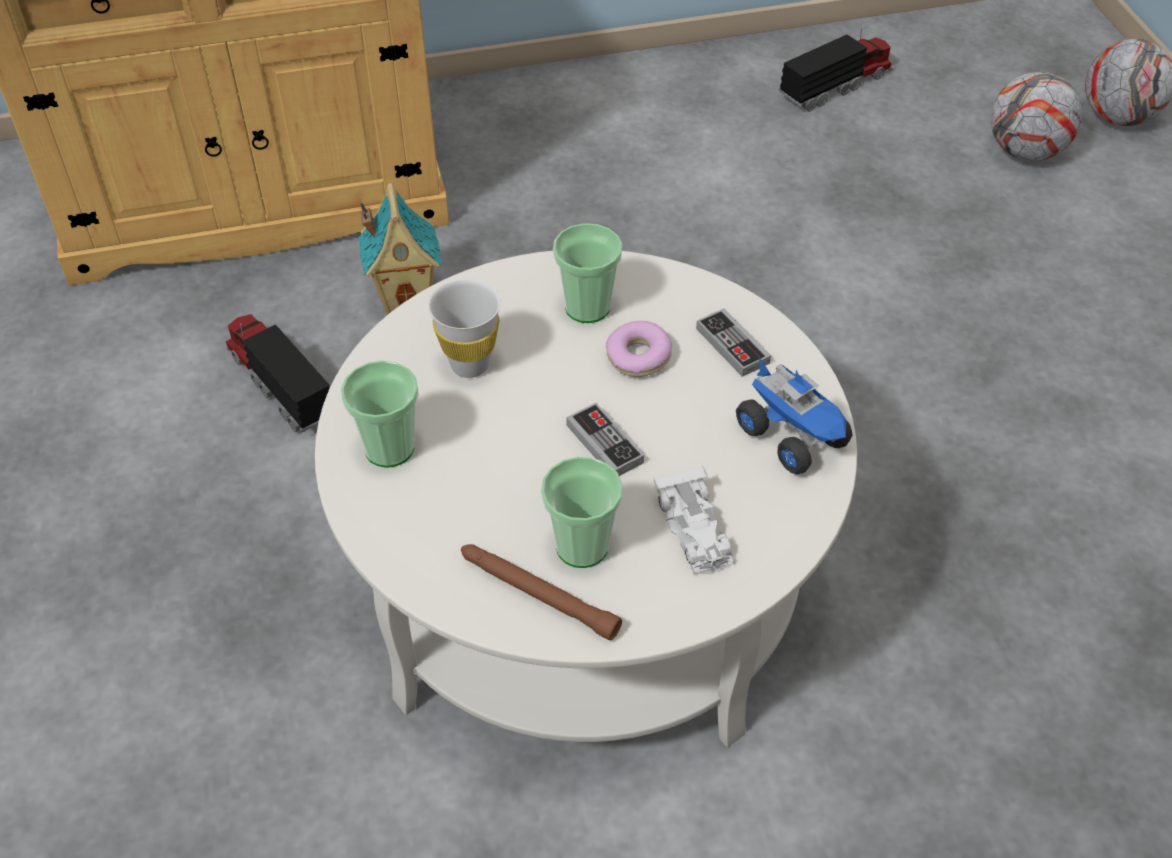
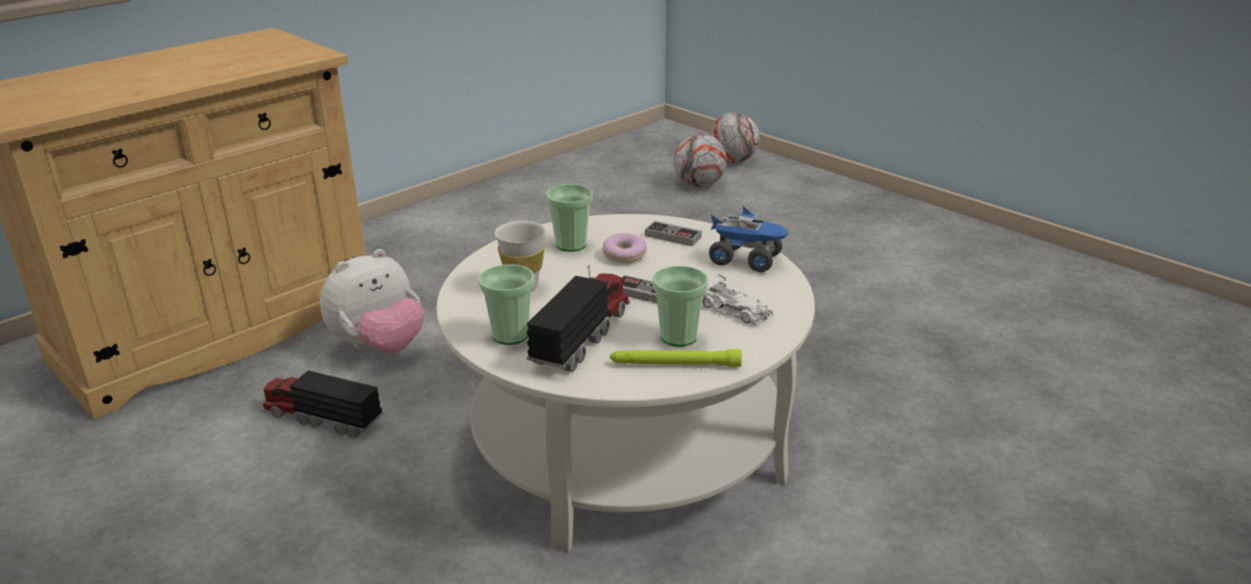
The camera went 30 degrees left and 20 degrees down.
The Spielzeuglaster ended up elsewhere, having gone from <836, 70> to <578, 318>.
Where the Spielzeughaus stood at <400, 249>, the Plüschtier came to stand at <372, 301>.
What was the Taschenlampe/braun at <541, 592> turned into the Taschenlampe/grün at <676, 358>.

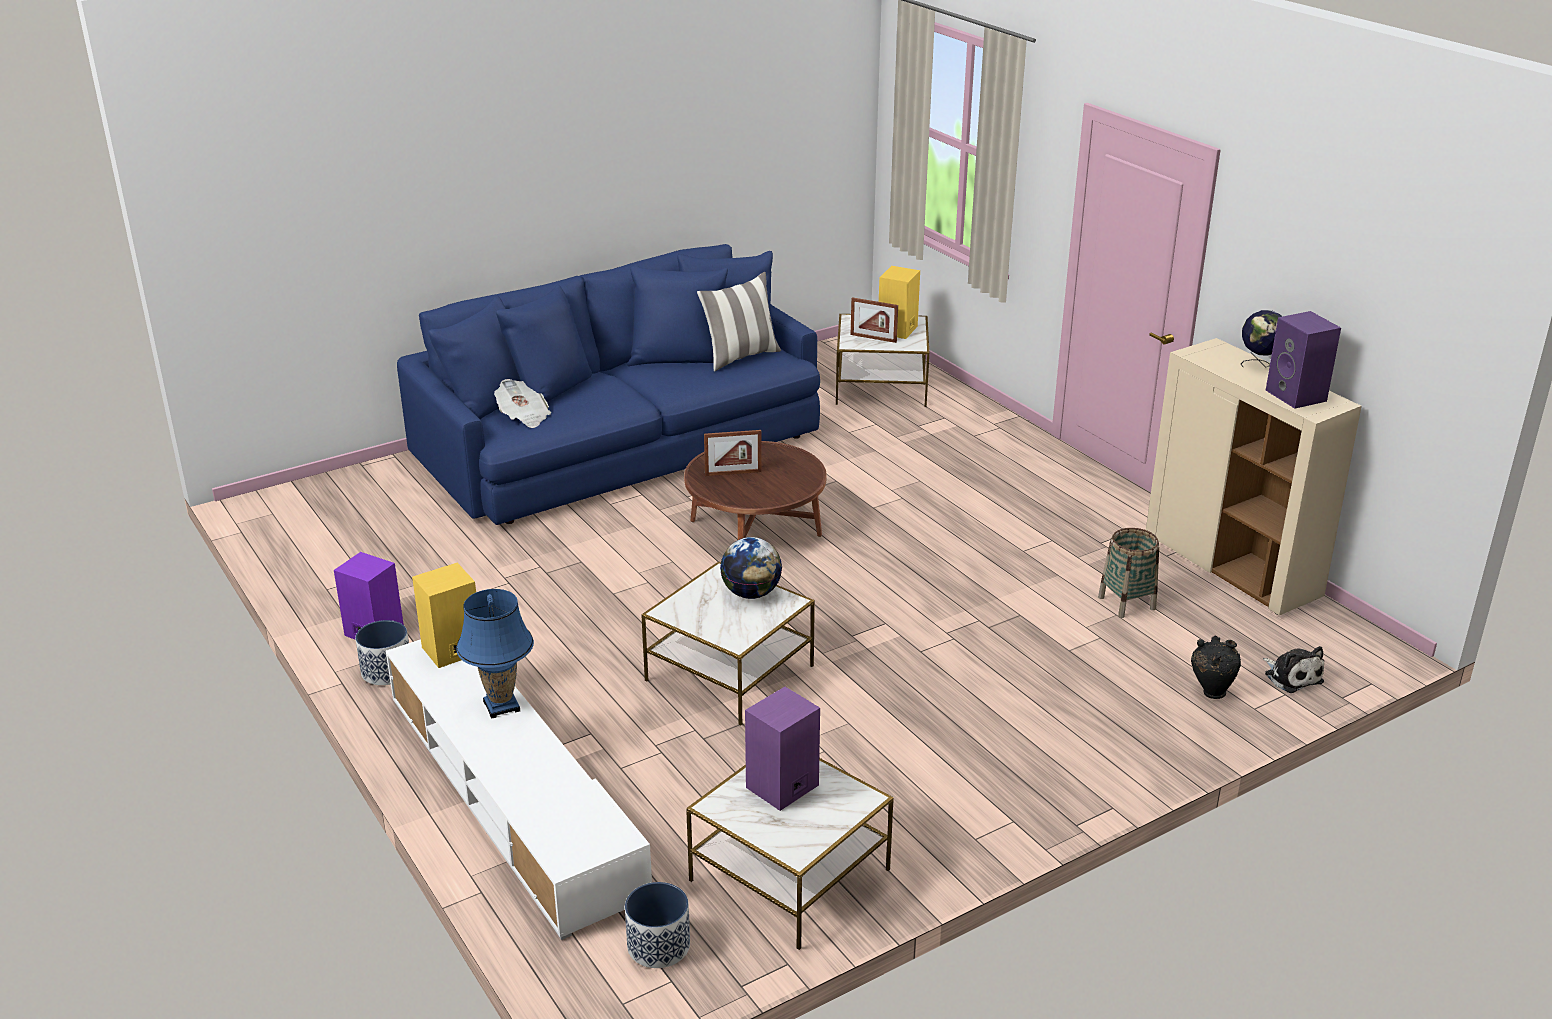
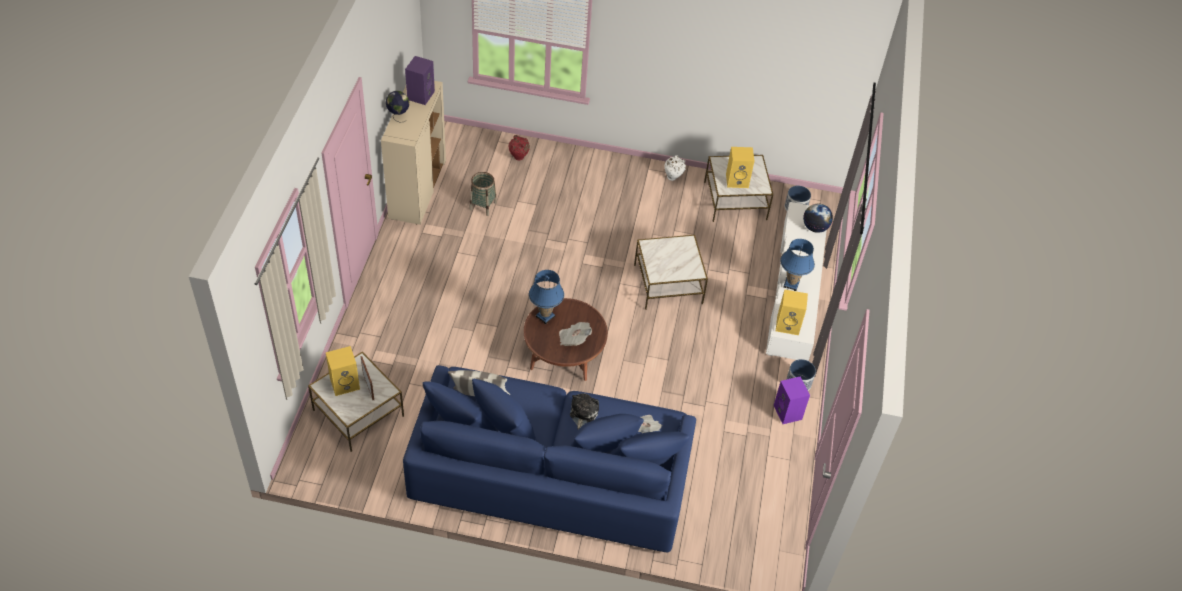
The camera went 140 degrees left and 20 degrees up.
Where the Bilderrahmen stood at <733, 453>, the Zeitung came to stand at <575, 334>.
The Globus ended up elsewhere, having gone from <751, 568> to <818, 218>.
What was the Vase/schwarz at <1216, 667> turned into the Vase/rot at <519, 147>.
The Plüschtier ended up elsewhere, having gone from <1293, 669> to <584, 411>.
What was the Lautsprecher/lila at <782, 749> turned into the Lautsprecher/gelb at <740, 167>.
The second view gained the Vase/weiß at <675, 168>.
The second view gained the Tischlampe/blau at <546, 297>.

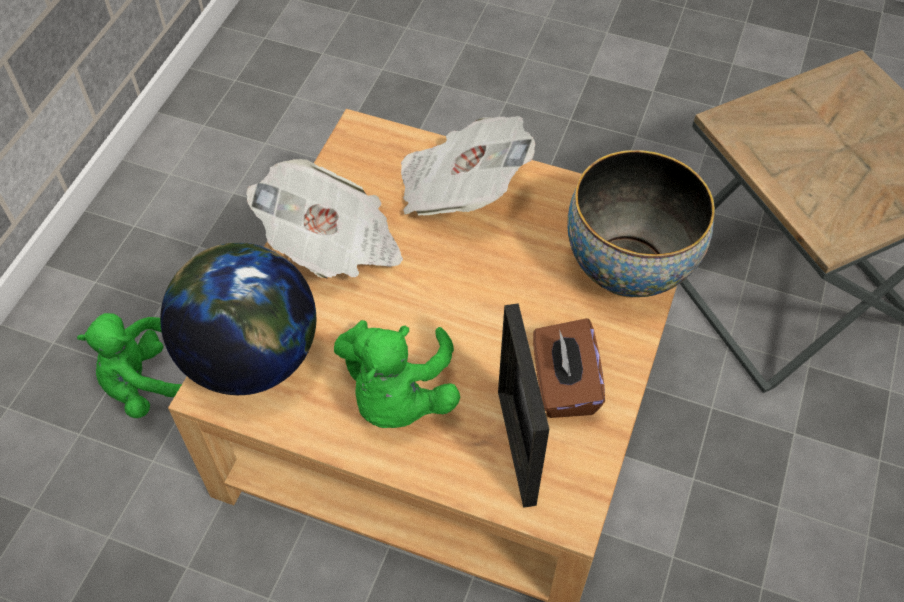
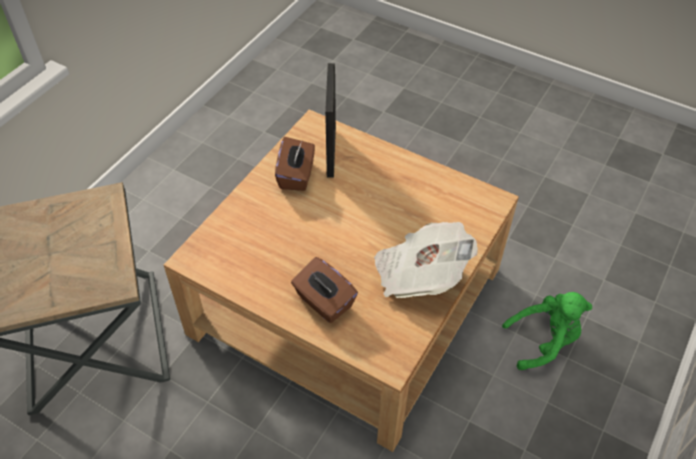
The camera went 170 degrees left and 5 degrees down.
Where the Zeitung stood at <468, 166>, the Taschentuchbox/braun came to stand at <324, 290>.
The second view lost the Schüssel at <641, 223>.
The second view lost the Globus at <238, 318>.
The second view lost the Plüschtier/grün at <397, 374>.

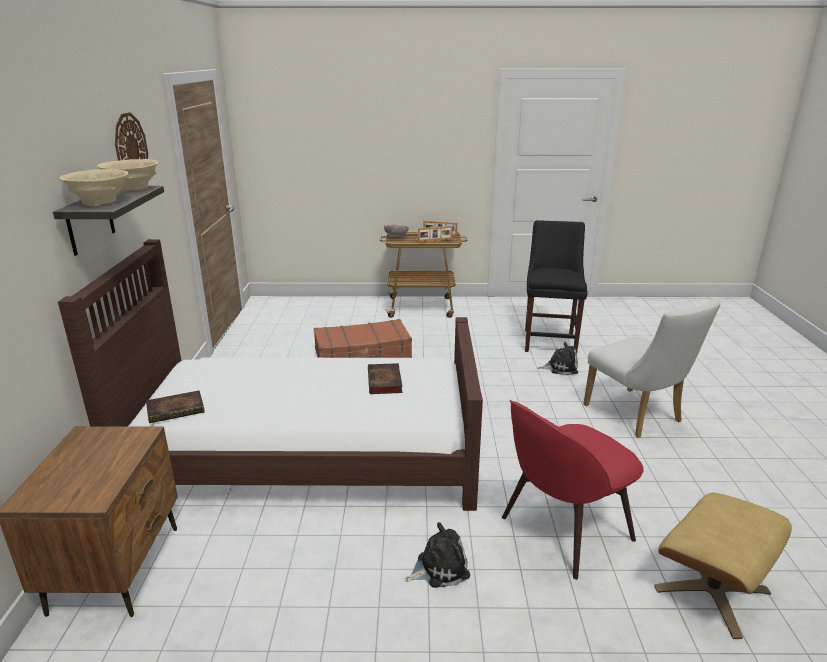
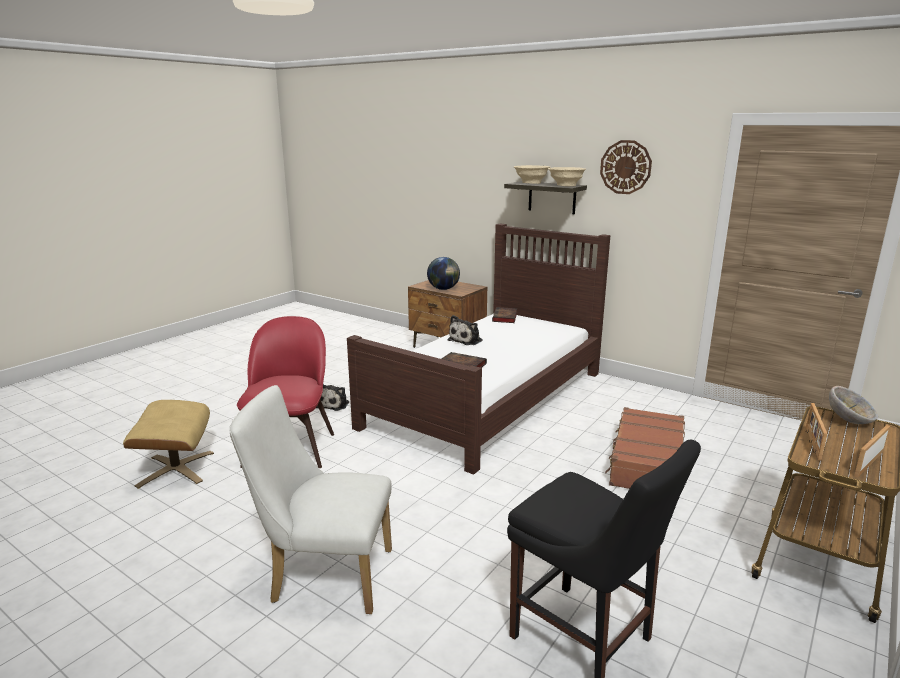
The camera went 125 degrees right and 5 degrees down.
The Plüschtier ended up elsewhere, having gone from <558, 358> to <465, 330>.
The second view gained the Globus at <443, 273>.

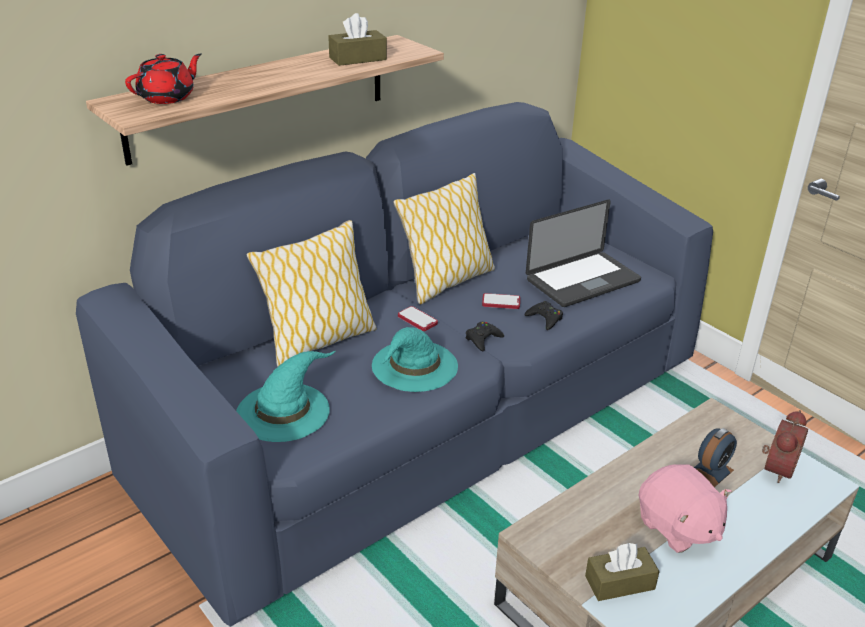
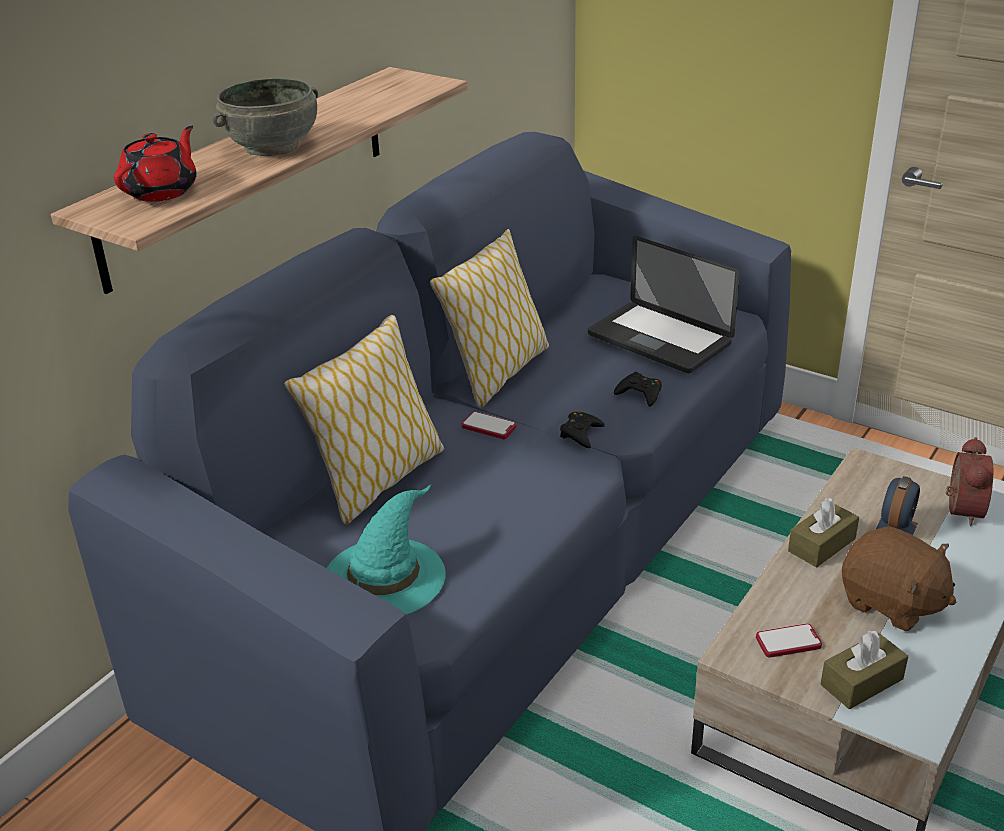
The camera went 15 degrees left and 0 degrees up.
The Taschentuchbox/braun ended up elsewhere, having gone from <357, 39> to <823, 533>.
The Laptop at <583, 253> ended up facing another way, 90 degrees clockwise from before.
The Handy ended up elsewhere, having gone from <501, 301> to <789, 640>.
The second view lost the Hut/türkis at <415, 359>.
What was the Plüschtier/rosa at <685, 508> turned into the Plüschtier/braun at <899, 578>.
The second view gained the Schüssel/grau at <265, 117>.

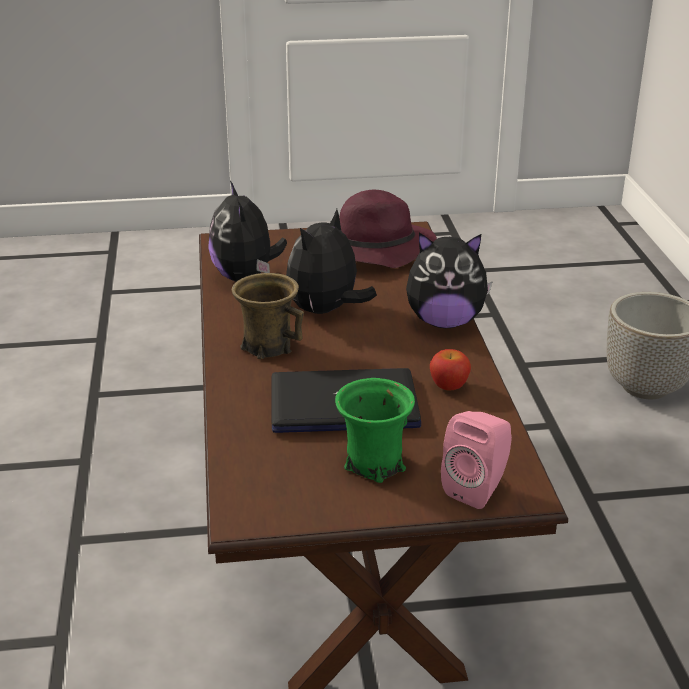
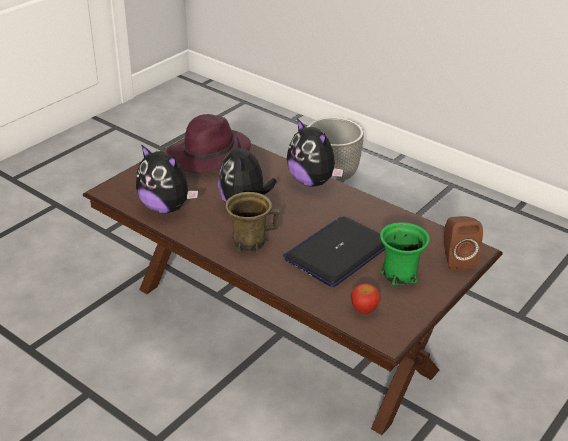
The camera went 45 degrees left and 5 degrees up.
The Plüschtier at <449, 280> ended up facing another way, 90 degrees clockwise from before.
The Apfel ended up elsewhere, having gone from <450, 370> to <366, 299>.
What was the Lautsprecher/rosa at <476, 460> turned into the Lautsprecher/braun at <463, 243>.

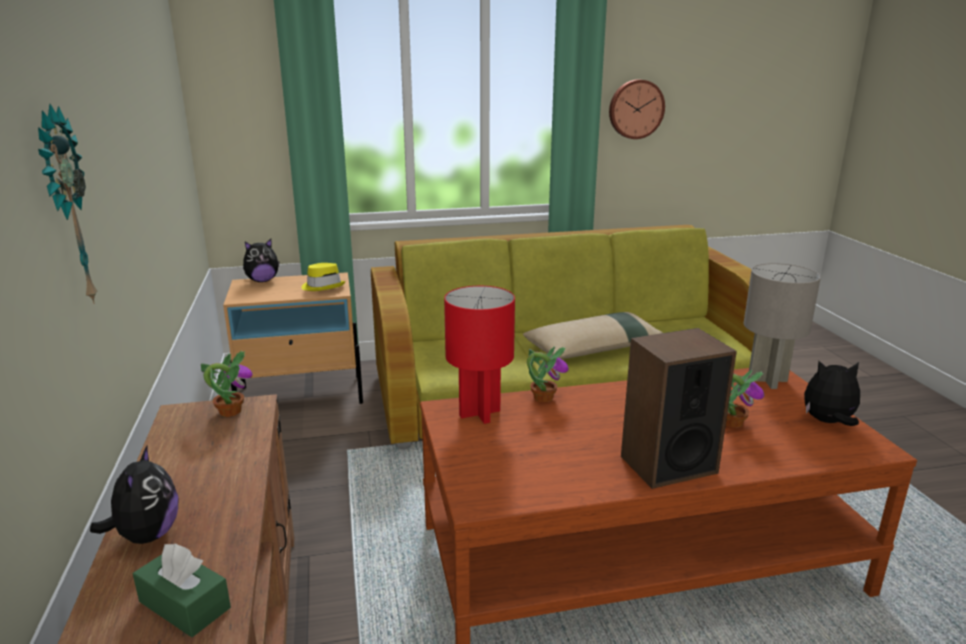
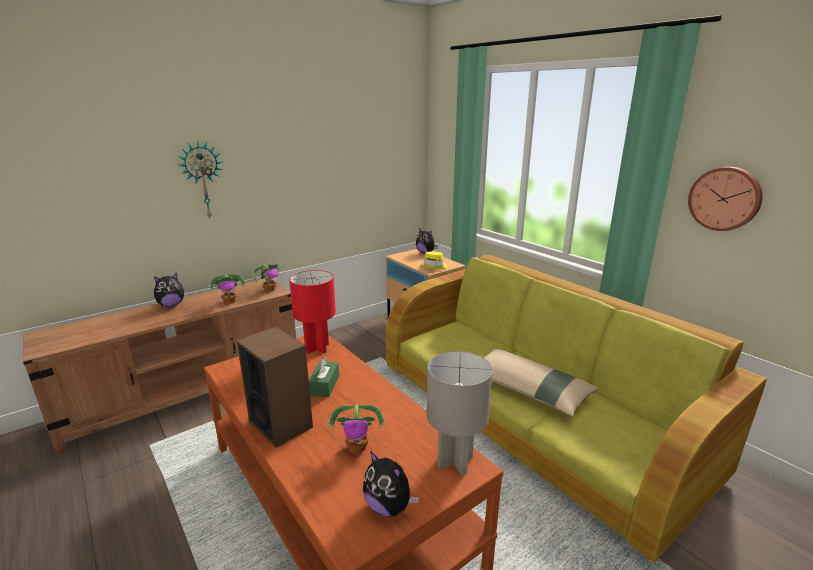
The camera went 65 degrees right and 0 degrees up.
The Topfpflanze ended up elsewhere, having gone from <548, 374> to <227, 289>.
The Plüschtier at <832, 393> ended up facing another way, 150 degrees clockwise from before.
The Taschentuchbox/grün ended up elsewhere, having gone from <182, 590> to <324, 376>.

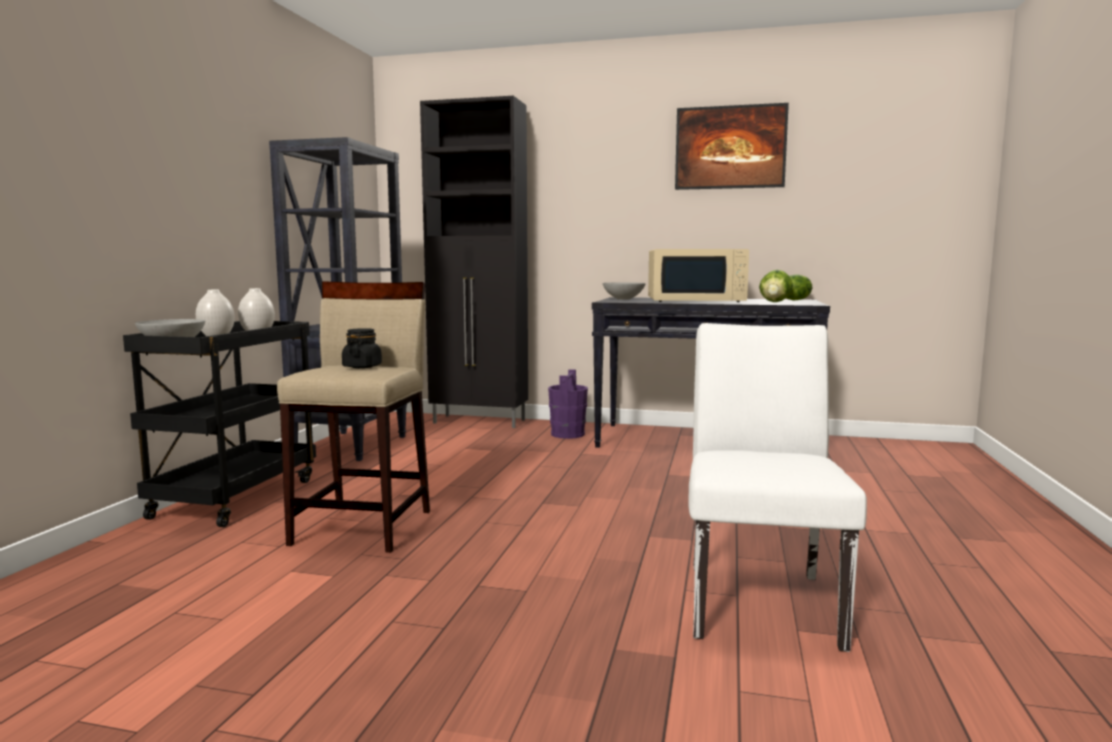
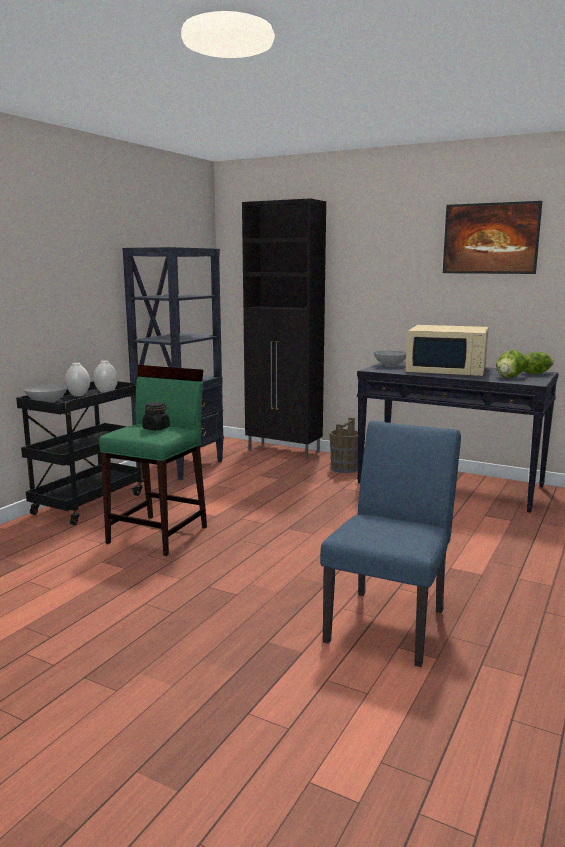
The camera went 15 degrees right and 5 degrees up.
What was the Hocker/beige at <353, 417> turned into the Hocker/grün at <153, 460>.
What was the Stuhl/weiß at <777, 487> turned into the Stuhl/blau at <390, 544>.
What was the Eimer/lila at <568, 404> turned into the Eimer/braun at <343, 445>.

